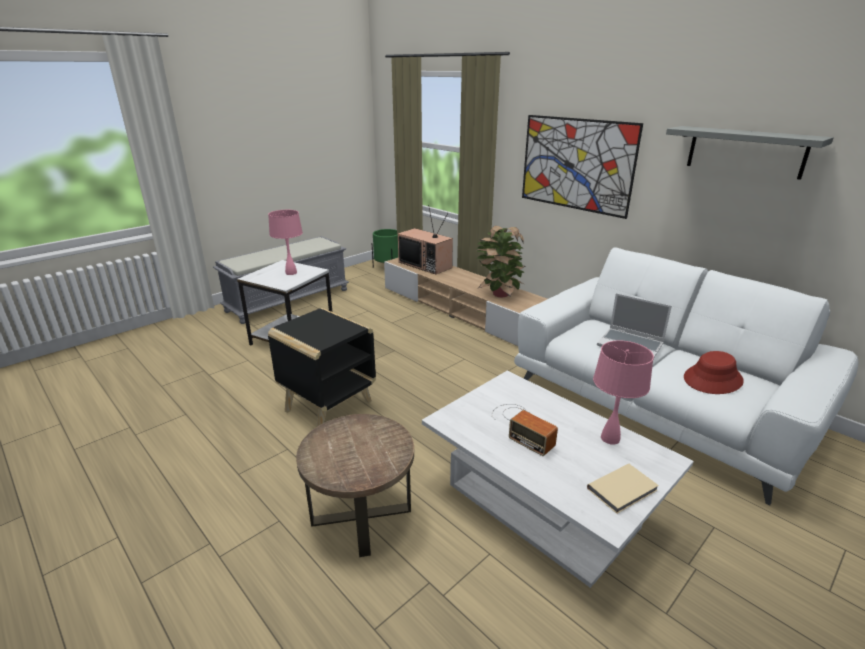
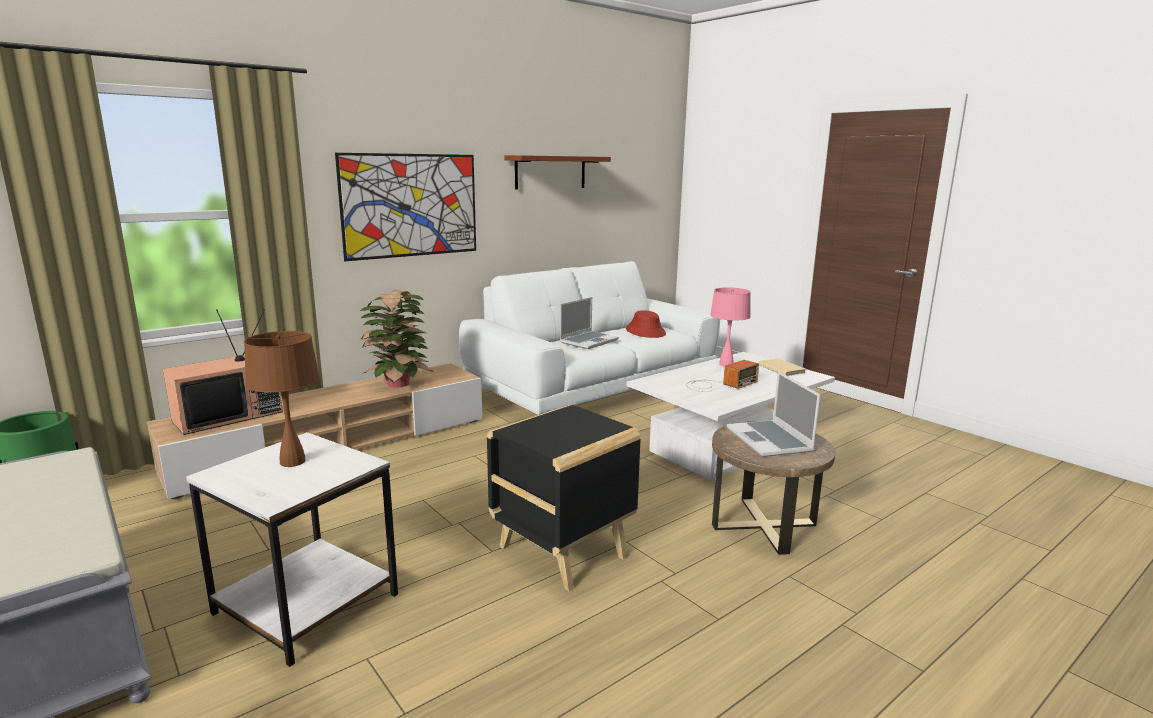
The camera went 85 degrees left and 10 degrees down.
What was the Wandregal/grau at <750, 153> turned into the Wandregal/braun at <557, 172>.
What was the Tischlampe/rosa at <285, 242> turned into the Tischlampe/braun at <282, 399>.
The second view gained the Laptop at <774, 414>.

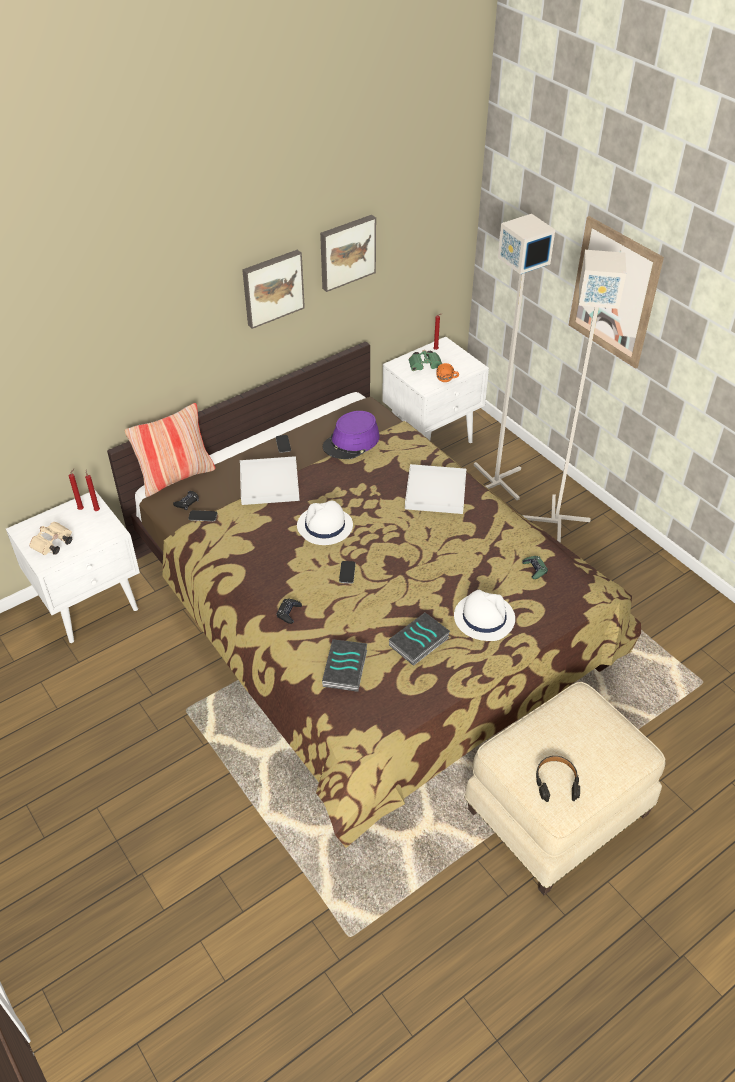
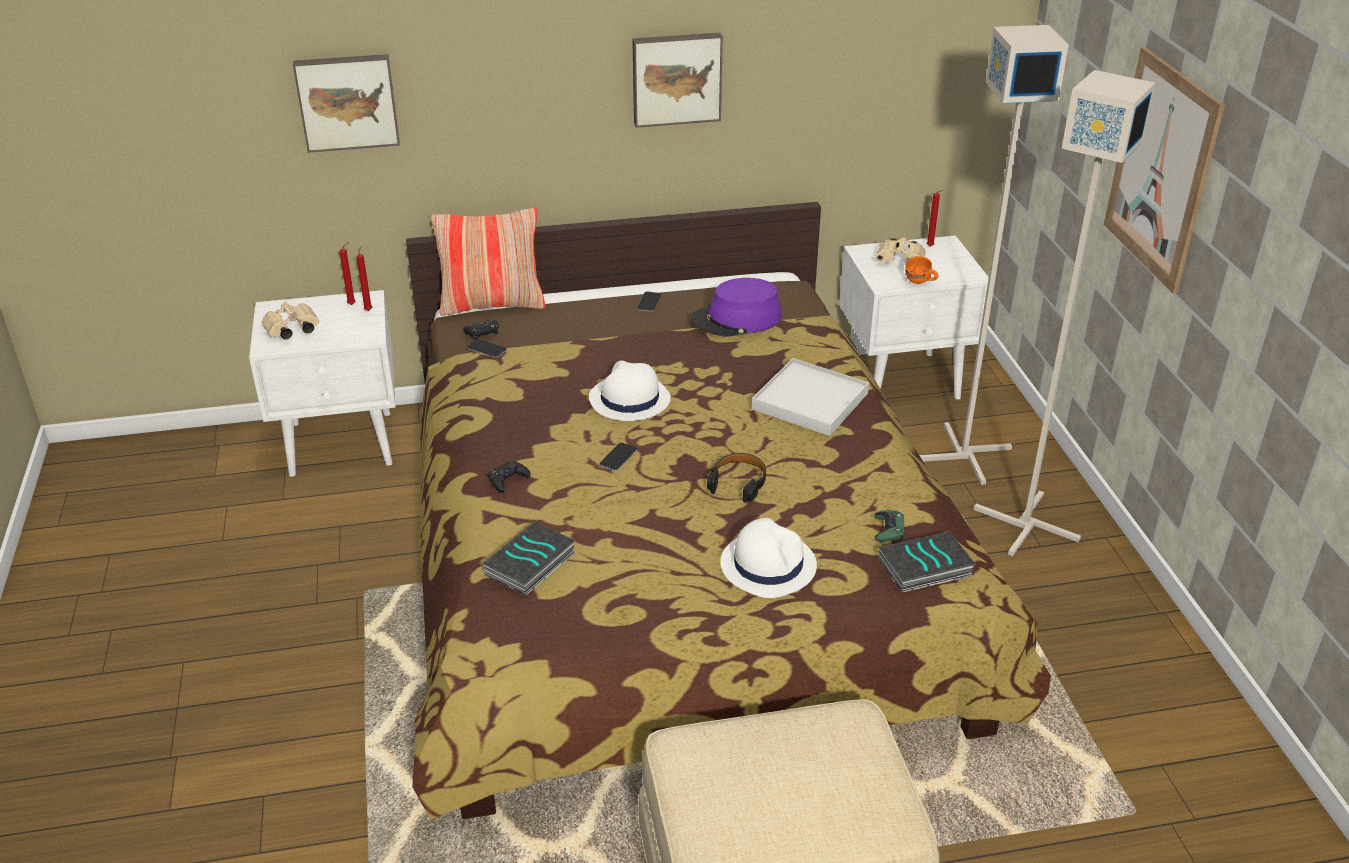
The camera went 25 degrees right and 10 degrees down.
The Bild ended up elsewhere, having gone from <348, 253> to <346, 103>.
What was the Fernglas/grün at <425, 360> turned into the Fernglas/beige at <901, 249>.
The second view lost the Tablett/weiß at <270, 480>.
The Buch ended up elsewhere, having gone from <420, 639> to <927, 562>.
The Kopfhörer/schwarz ended up elsewhere, having gone from <558, 779> to <736, 478>.

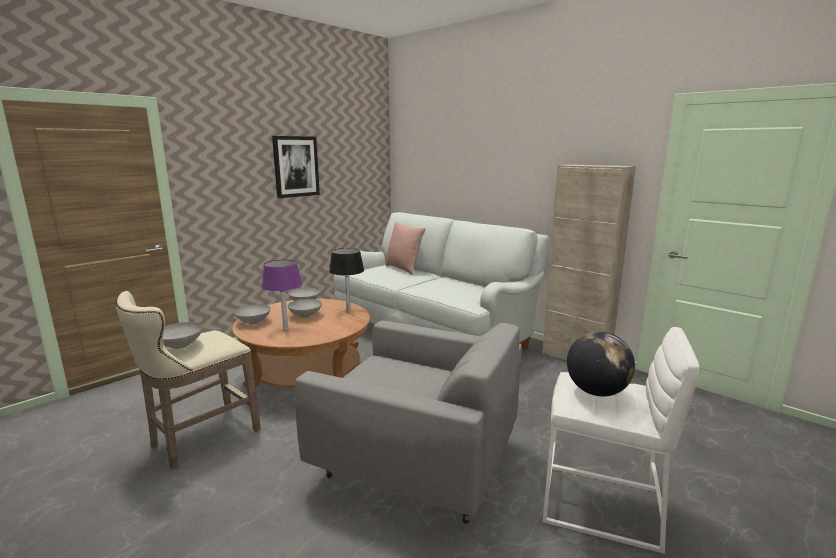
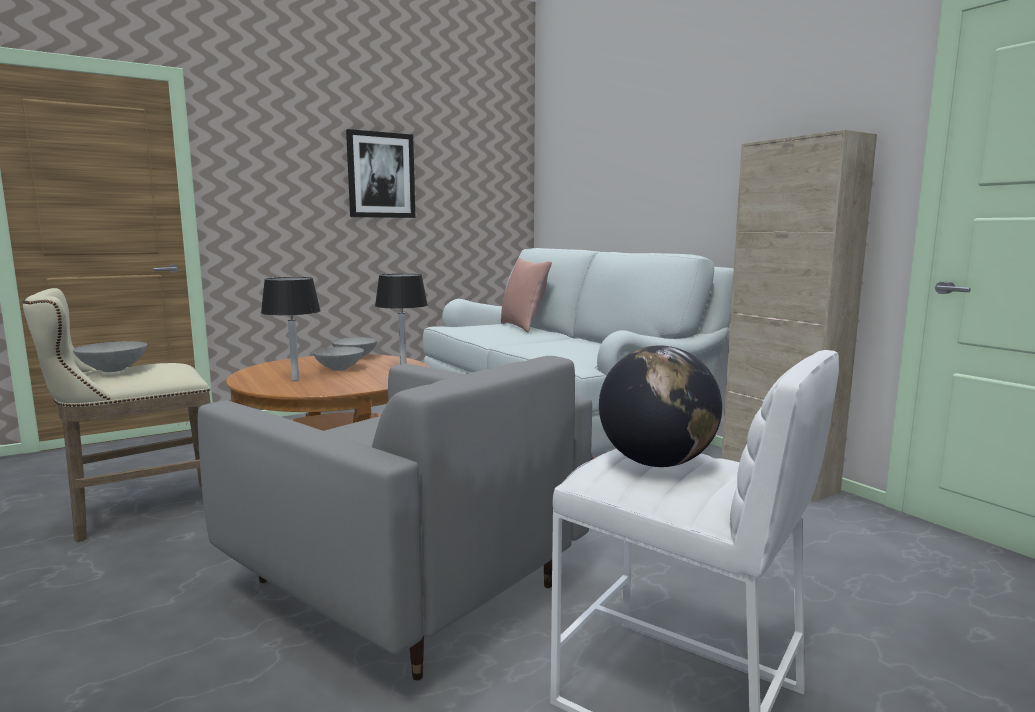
The camera went 15 degrees right and 5 degrees down.
What was the Tischlampe/lila at <282, 295> turned into the Tischlampe/schwarz at <291, 329>.
The second view lost the Schüssel/grau at <252, 314>.

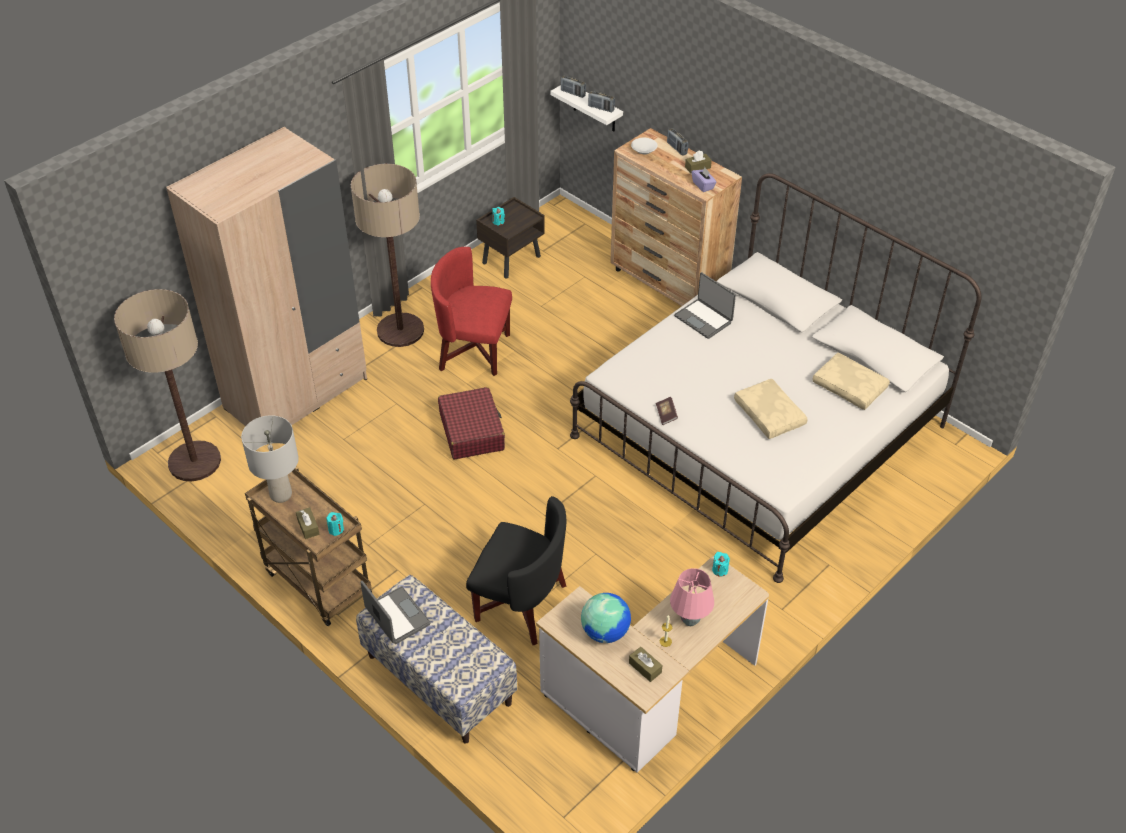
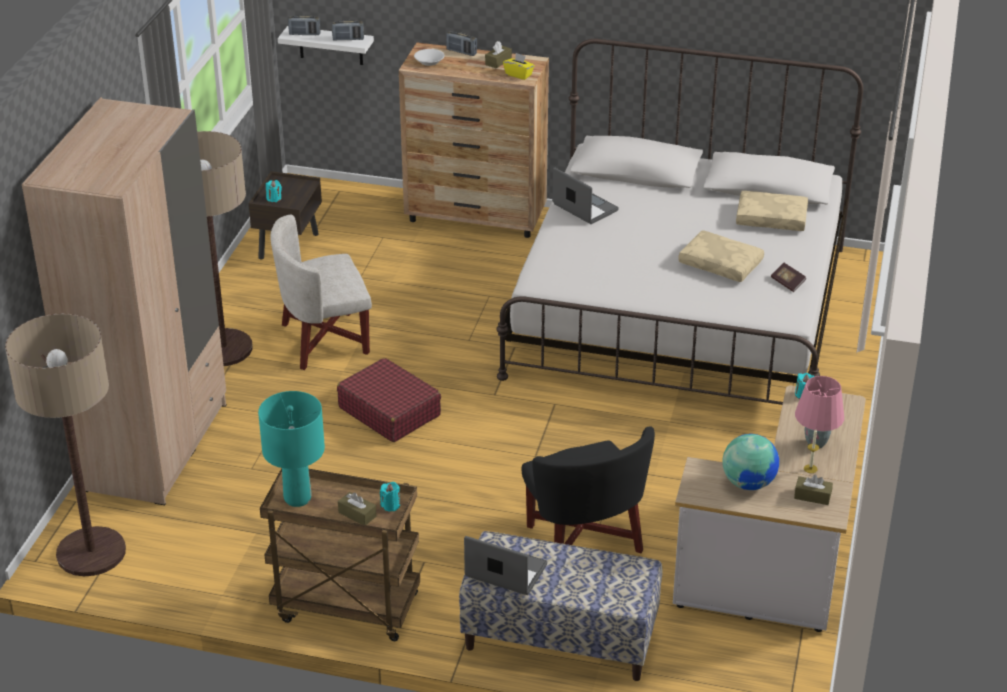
The camera went 30 degrees left and 10 degrees down.
What was the Taschentuchbox/lila at <704, 179> turned into the Taschentuchbox/gelb at <519, 66>.
What was the Sessel/rot at <471, 311> turned into the Sessel/weiß at <321, 292>.
The Laptop at <705, 305> ended up facing another way, 150 degrees counterclockwise from before.
The Buch ended up elsewhere, having gone from <667, 411> to <788, 277>.
What was the Tischlampe/grau at <270, 459> turned into the Tischlampe/türkis at <291, 449>.
The Sessel/schwarz at <516, 570> ended up facing another way, 75 degrees clockwise from before.

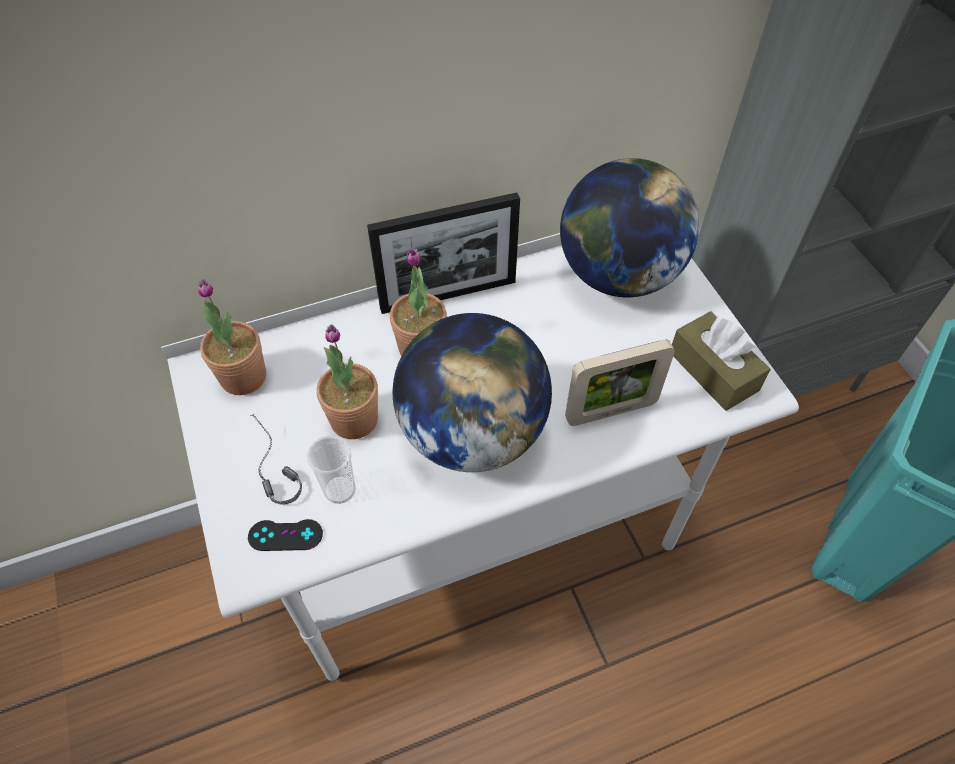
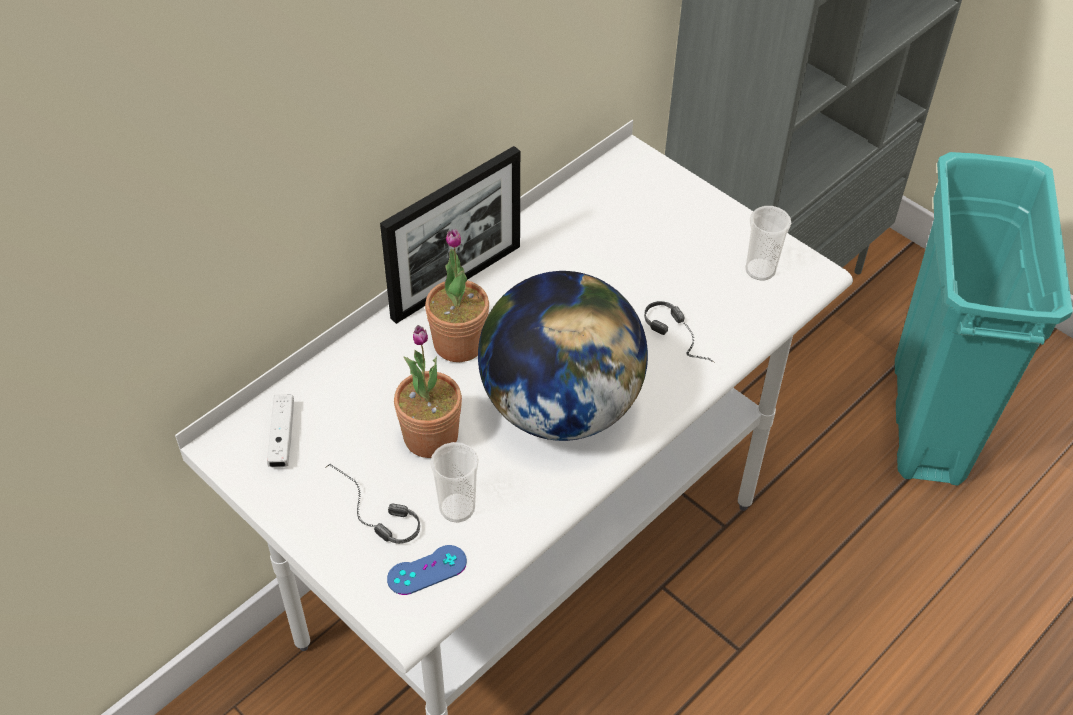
The camera went 25 degrees left and 5 degrees down.
The second view lost the Globus at <629, 227>.
Where the Topfpflanze stood at <232, 337>, the Gamepad/weiß came to stand at <280, 431>.
Where the Taschentuchbox/braun stood at <721, 361>, the Tasse came to stand at <768, 243>.
Where the Bilderrahmen stood at <620, 382>, the Kopfhörer came to stand at <679, 331>.
What was the Gamepad/schwarz at <285, 535> turned into the Gamepad/blau at <427, 570>.

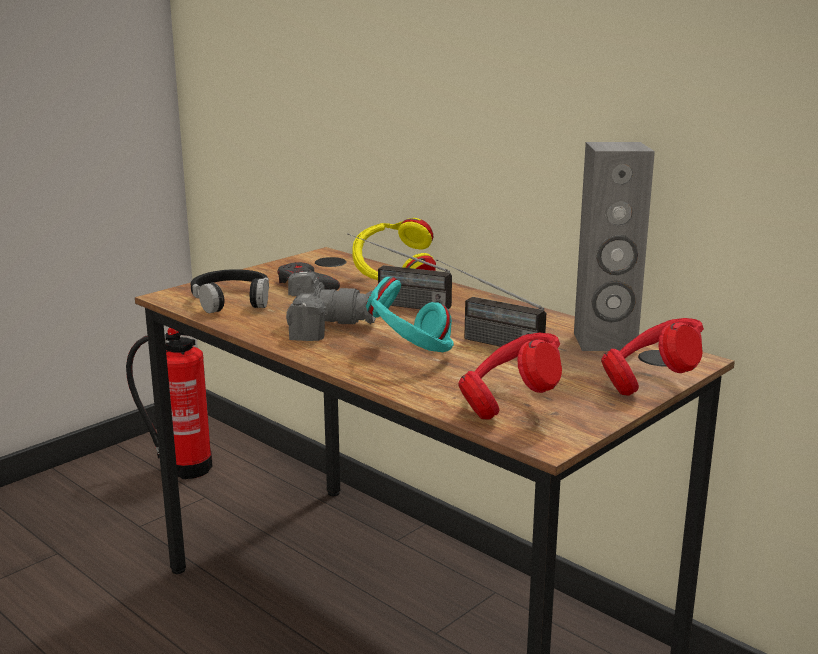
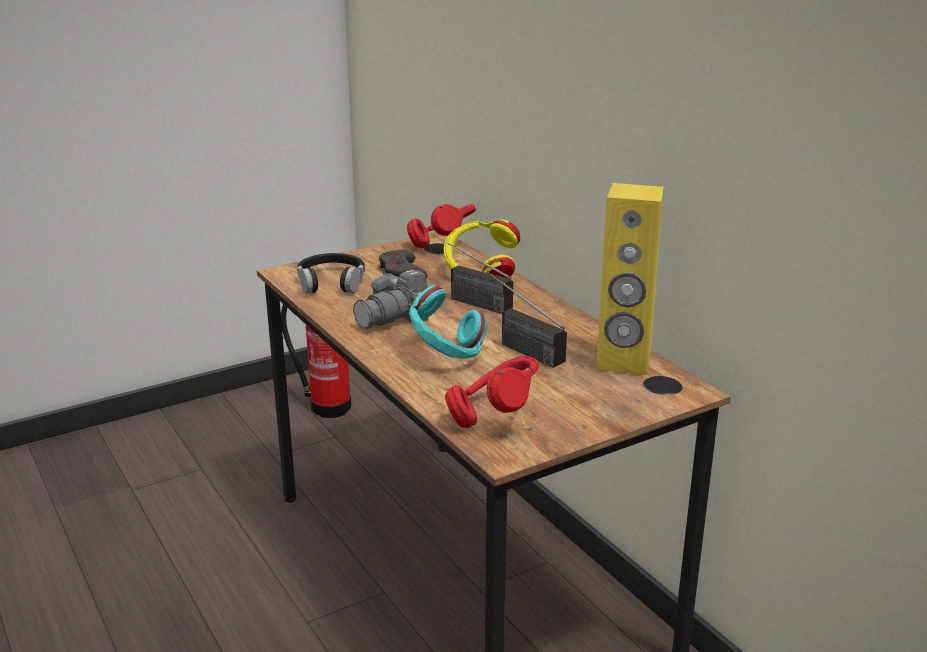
The camera went 15 degrees right and 5 degrees up.
What was the Lautsprecher/grau at <614, 246> turned into the Lautsprecher/gelb at <629, 279>.
The Kamera at <331, 306> ended up facing another way, 120 degrees clockwise from before.
The Kopfhörer/rot ended up elsewhere, having gone from <652, 357> to <441, 226>.

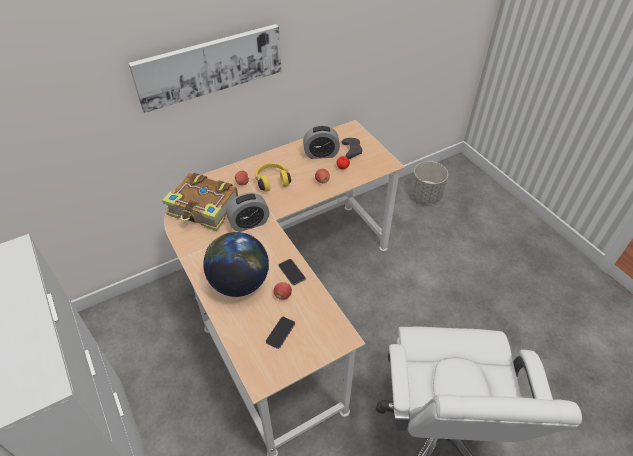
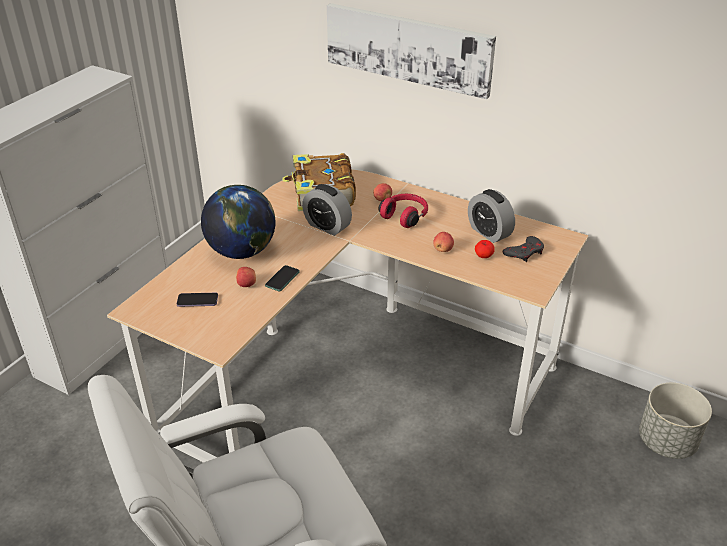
The camera went 60 degrees right and 10 degrees down.
What was the Kopfhörer/gelb at <273, 177> turned into the Kopfhörer/rot at <403, 211>.

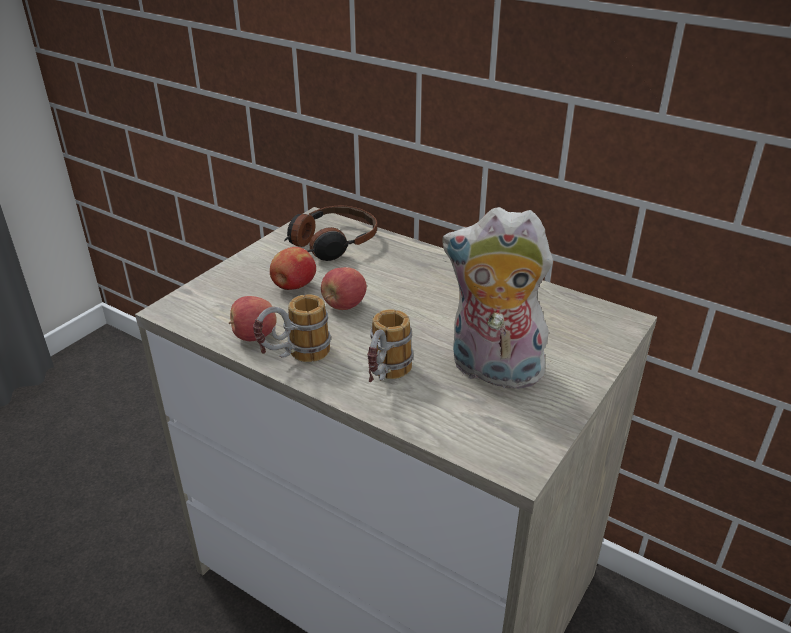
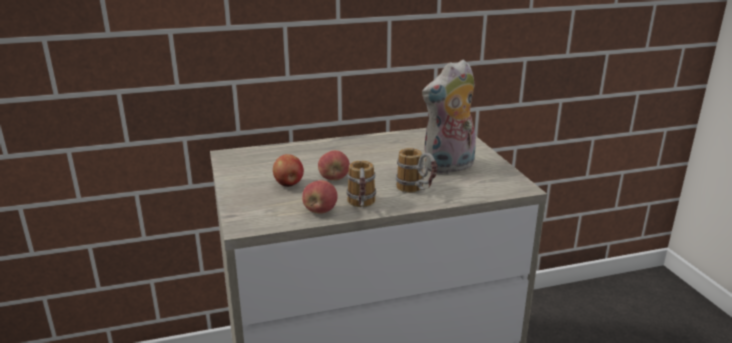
The camera went 50 degrees left and 10 degrees down.
The second view lost the Kopfhörer at <330, 233>.

